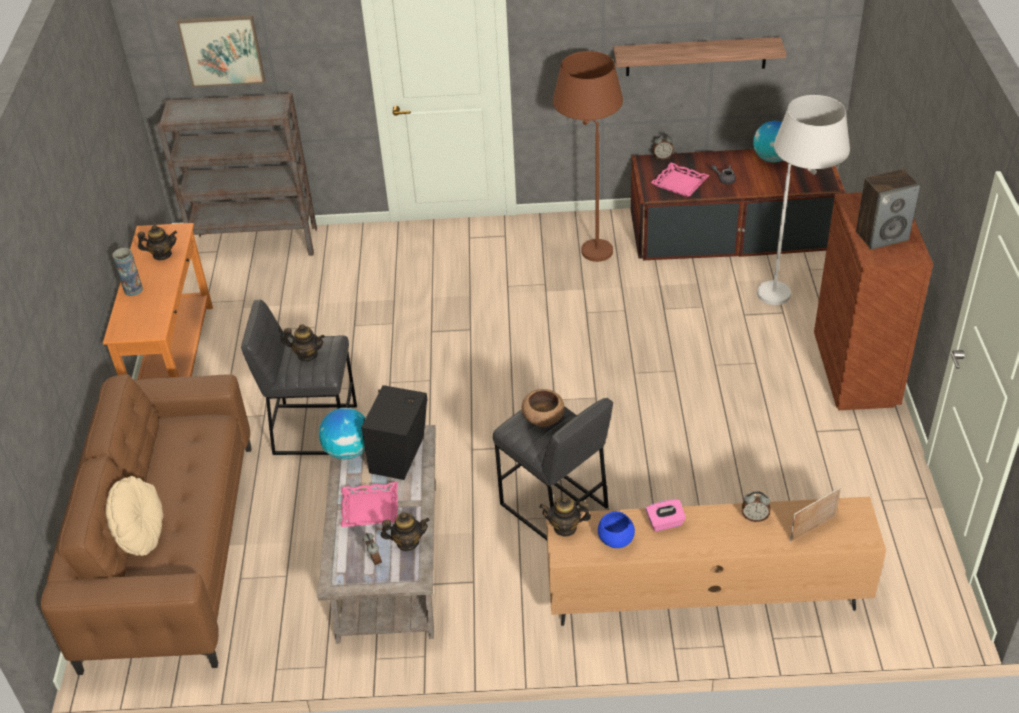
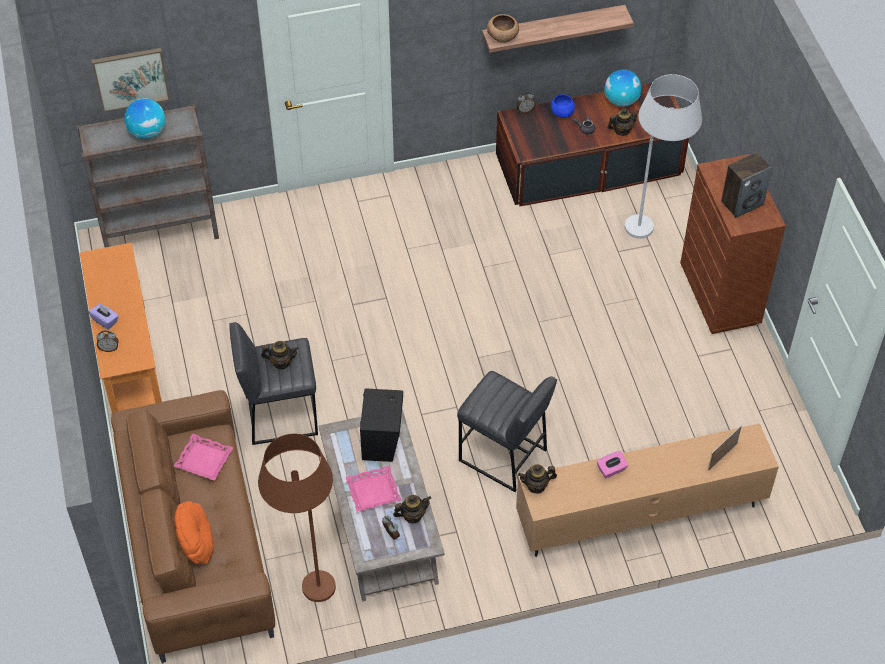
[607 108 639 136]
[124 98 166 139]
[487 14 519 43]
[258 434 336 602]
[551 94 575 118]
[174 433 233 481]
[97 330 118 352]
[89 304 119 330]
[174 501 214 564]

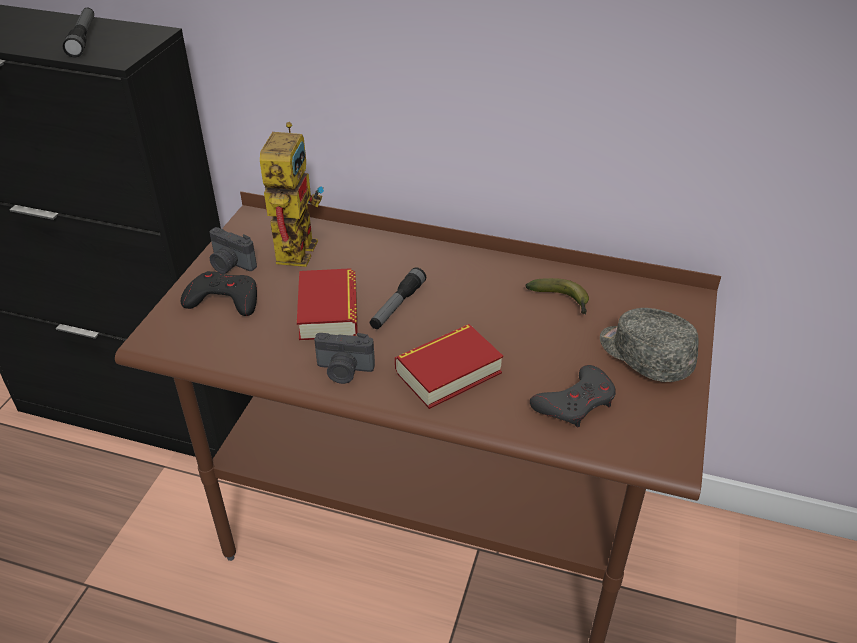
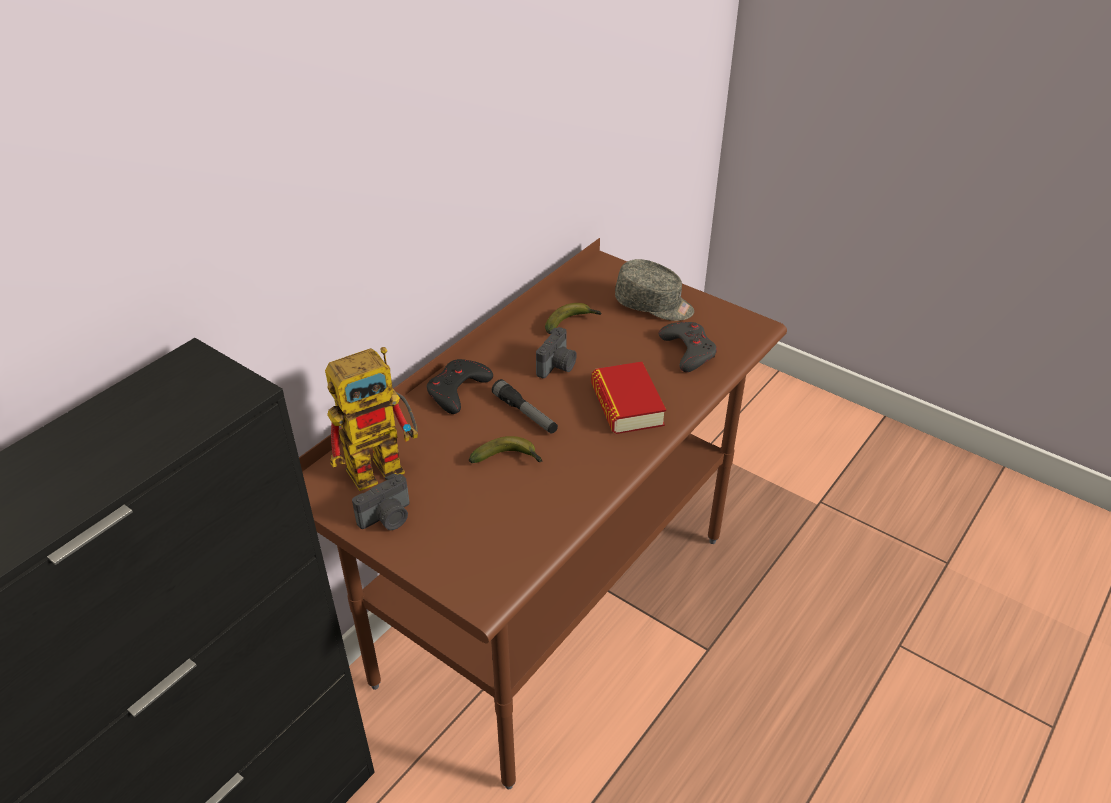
[63 8 94 58] (first image)
[427 359 493 414]
[536 327 577 378]
[469 436 543 463]
[325 347 418 491]
[615 259 694 321]

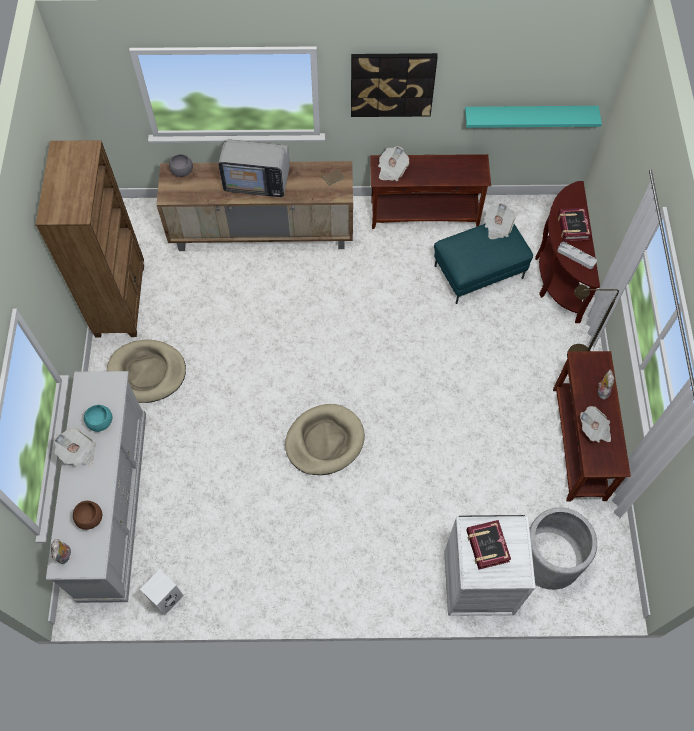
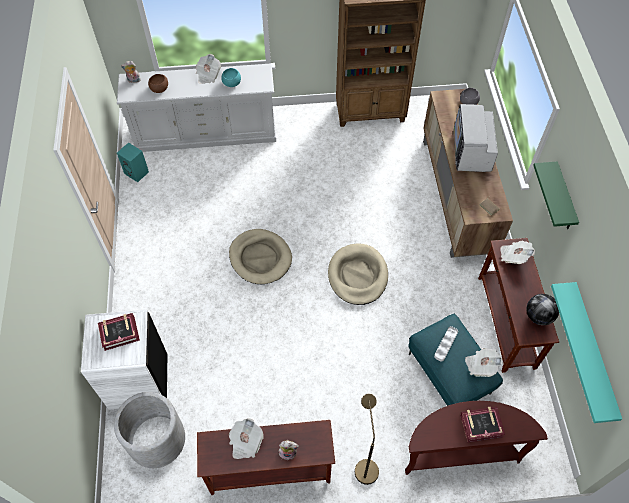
[526 294 559 325]
[328 243 388 305]
[434 326 458 362]
[533 161 579 229]
[117 142 149 182]

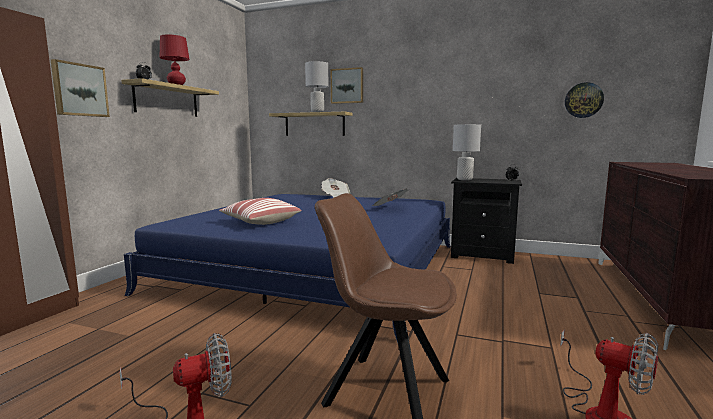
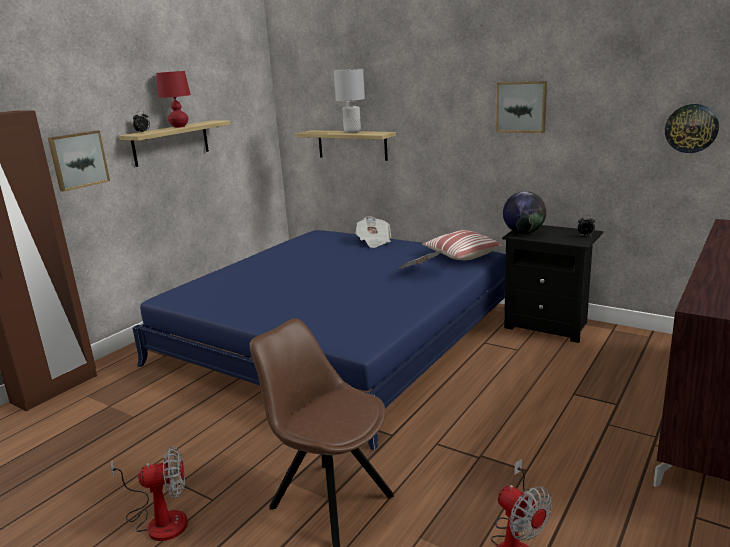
[422 230 502 260]
[496 81 547 133]
[503 191 547 234]

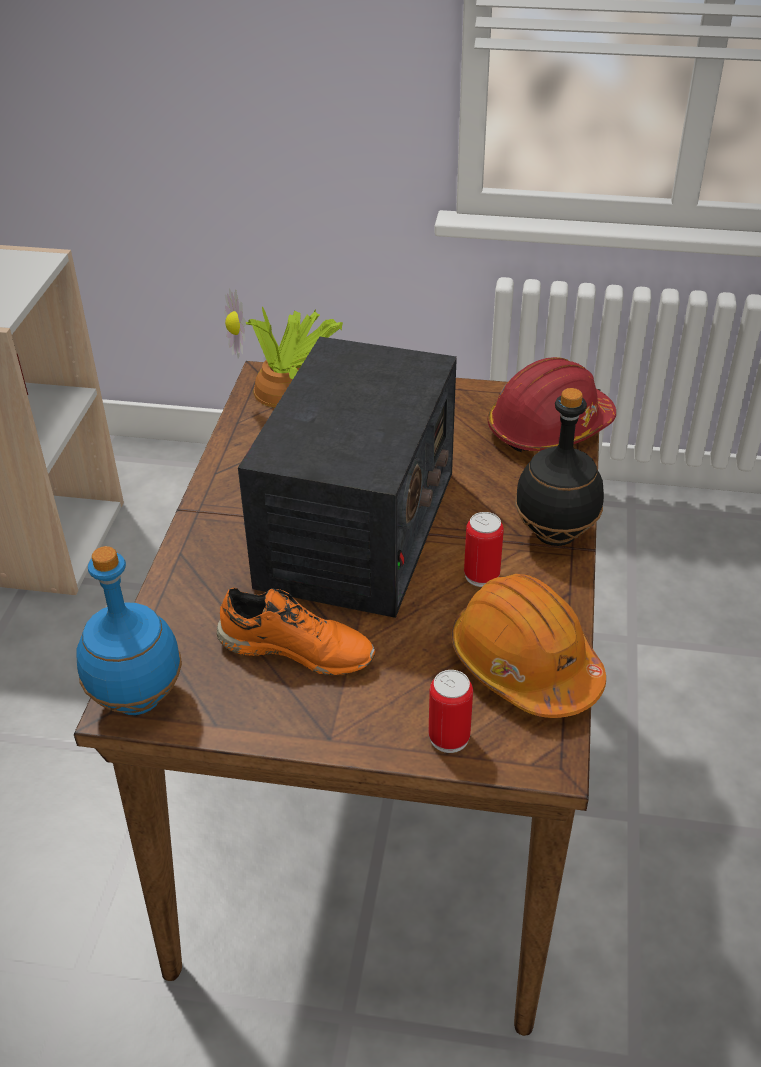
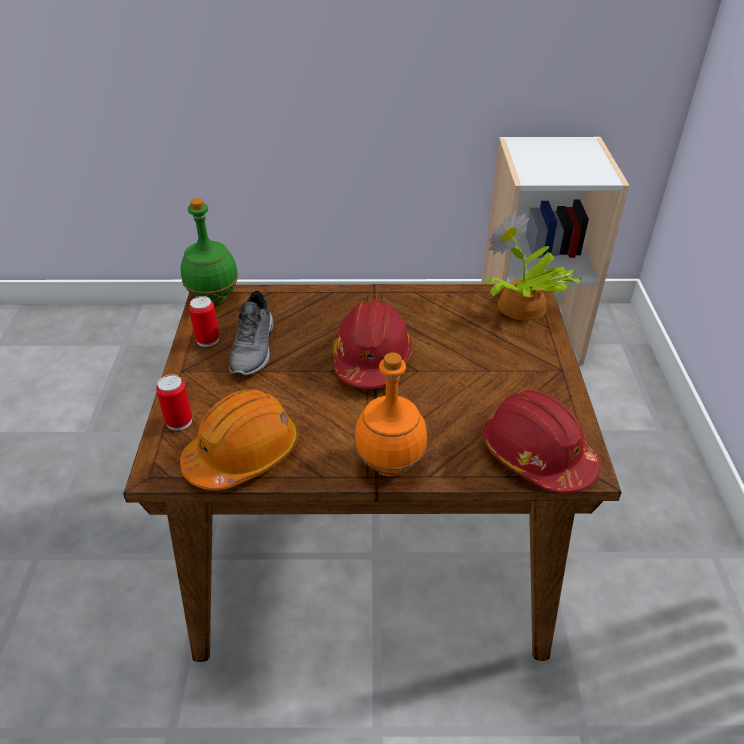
[189 296 219 347]
[332 300 412 389]
[181 198 238 305]
[228 290 274 376]
[354 353 427 476]

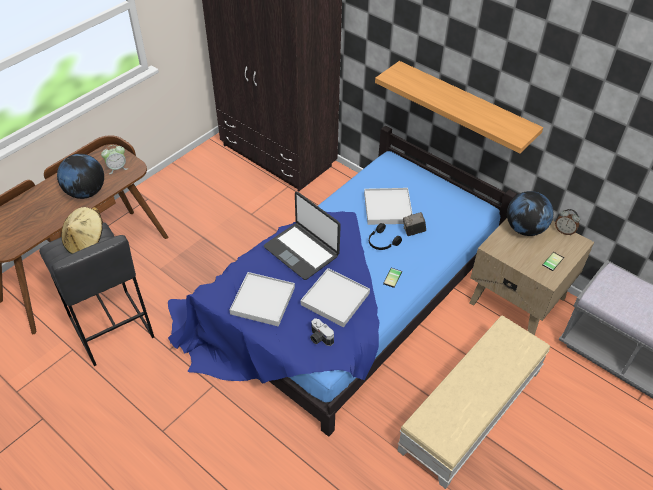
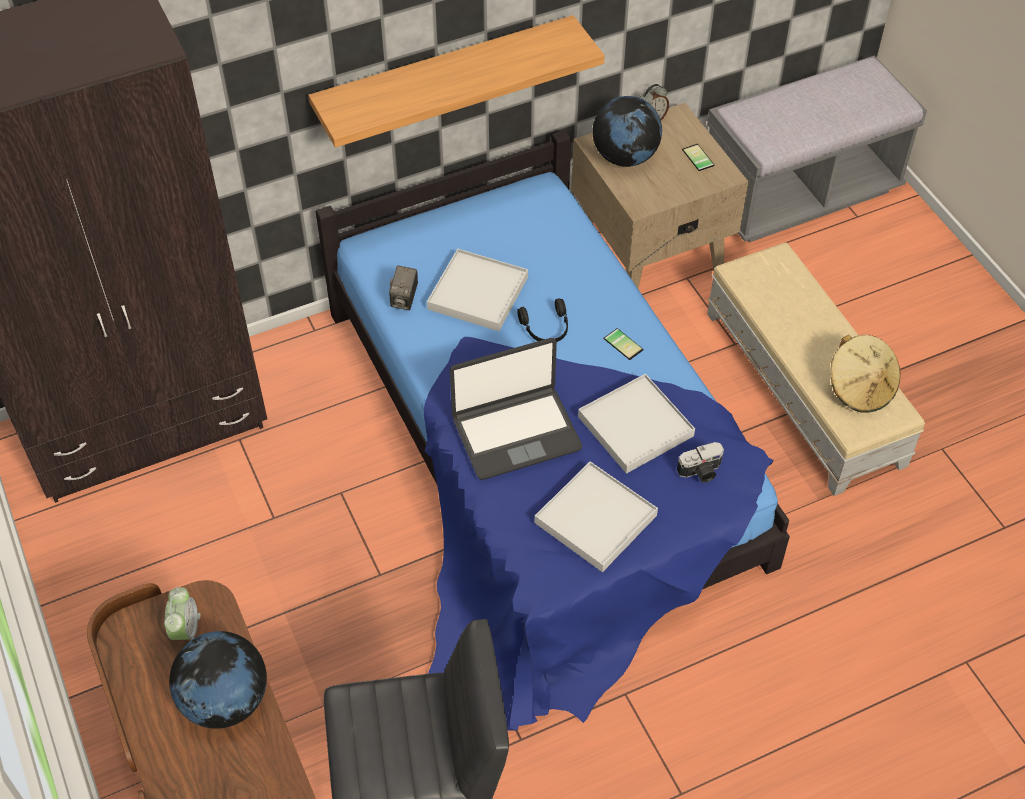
[831 335 900 413]
[389 265 418 310]

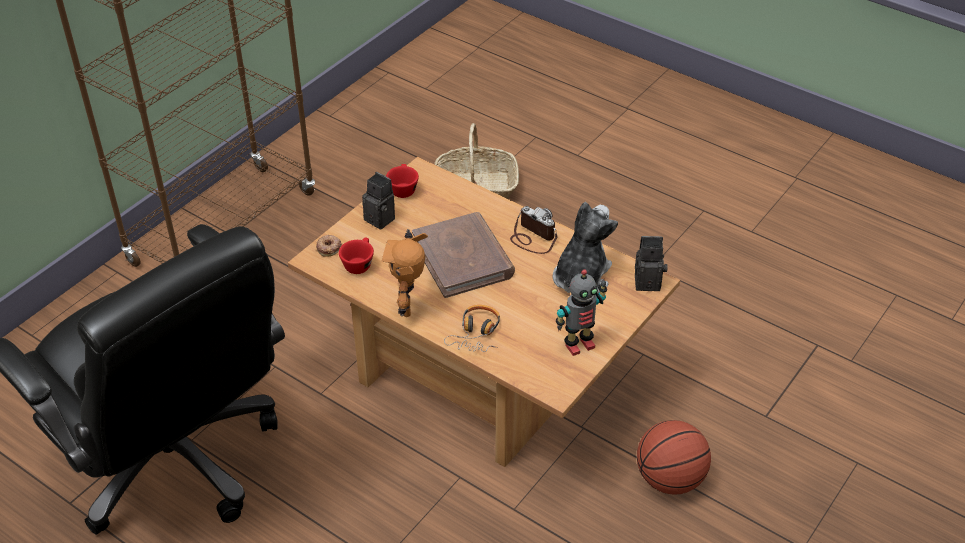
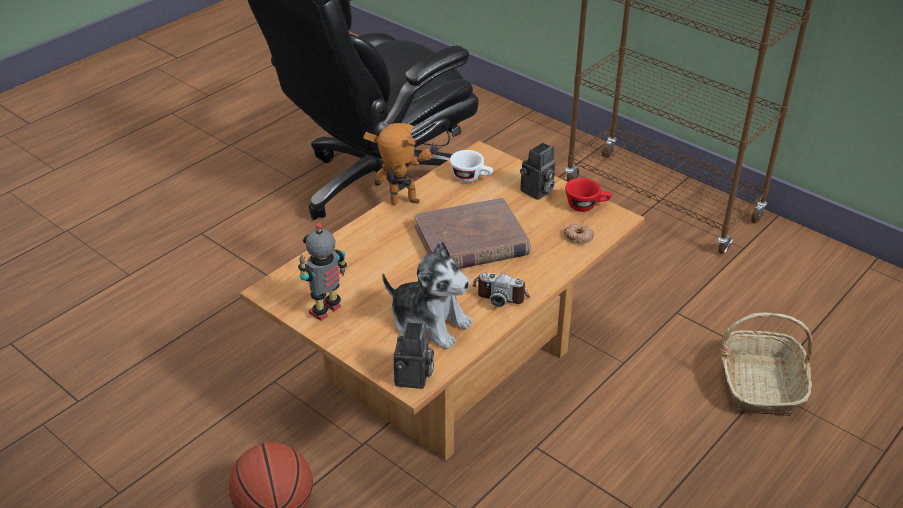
[444 305 500 352] (first image)
[564 224 594 244]
[450 150 493 182]
[472 272 530 307]
[298 223 347 321]

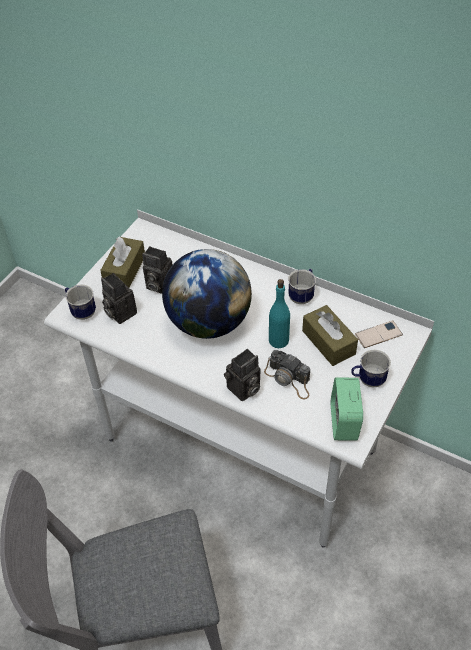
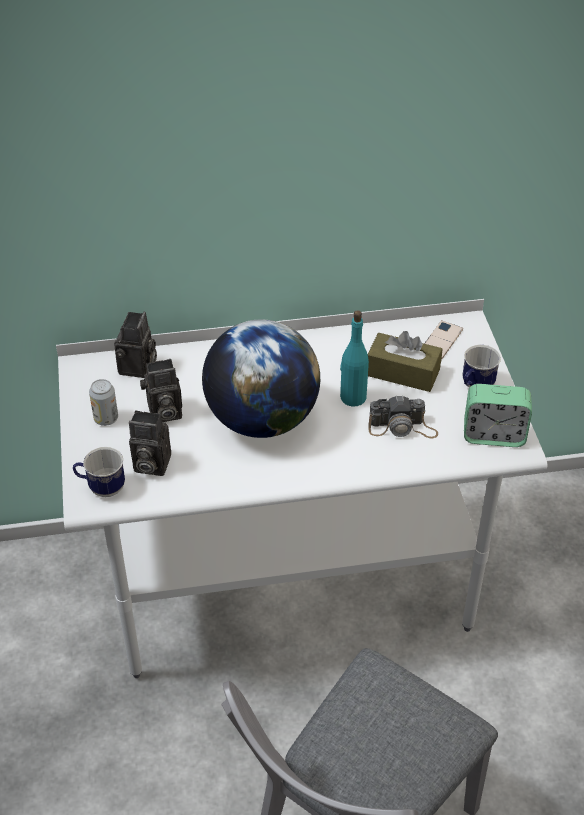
[288 269 316 304] (first image)
[114 312 157 378]
[89 379 118 426]
[464 384 532 447]

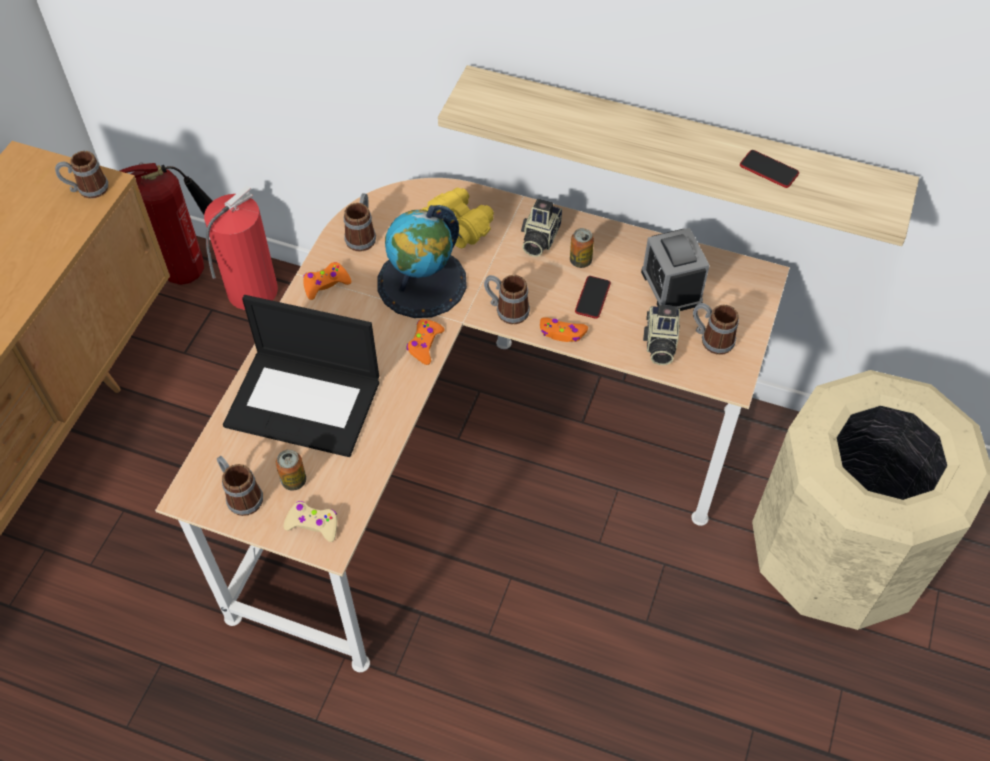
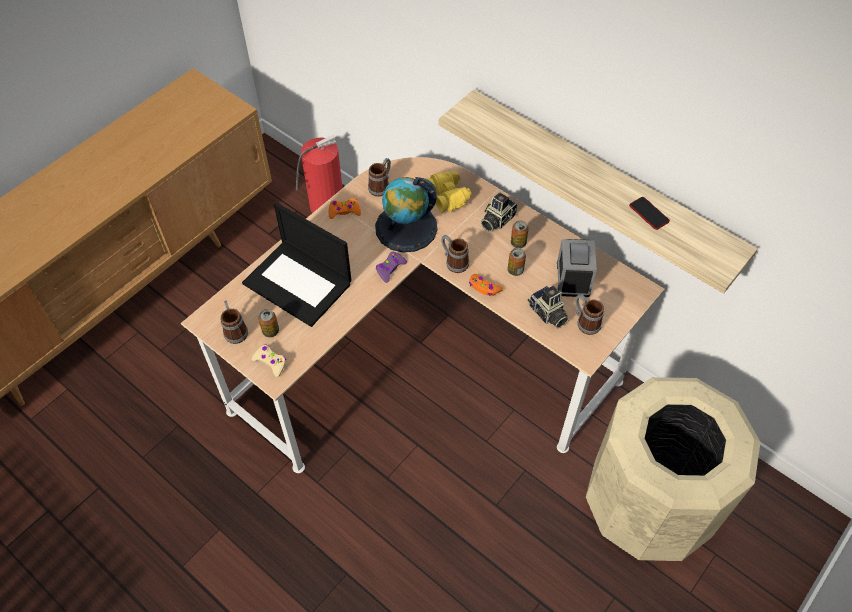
[55 151 109 199] (first image)
[120 162 213 285] (first image)
[508 248 526 276]
[376 252 407 283]
[528 286 569 328]

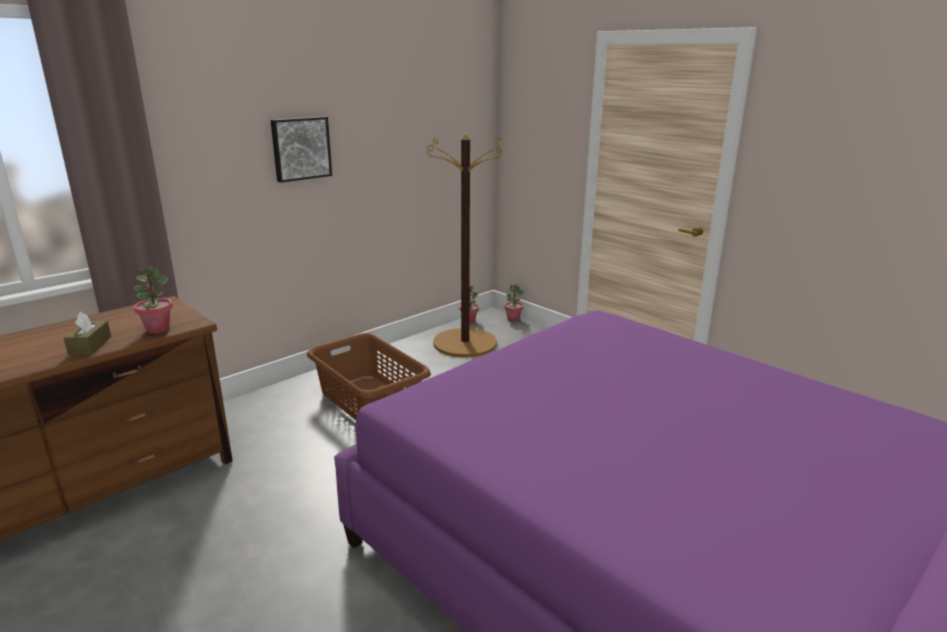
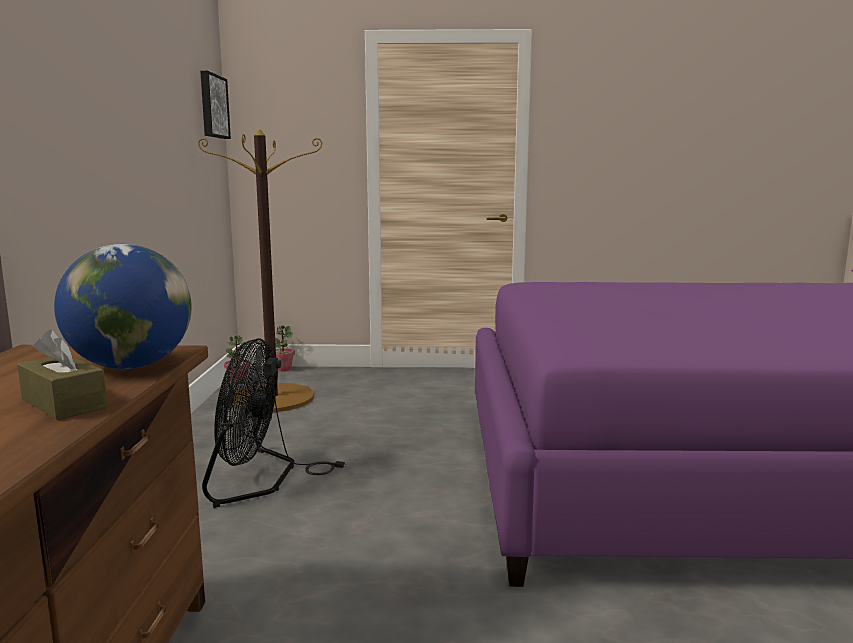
[200 71 231 139]
[54 244 192 369]
[202 338 346 508]

